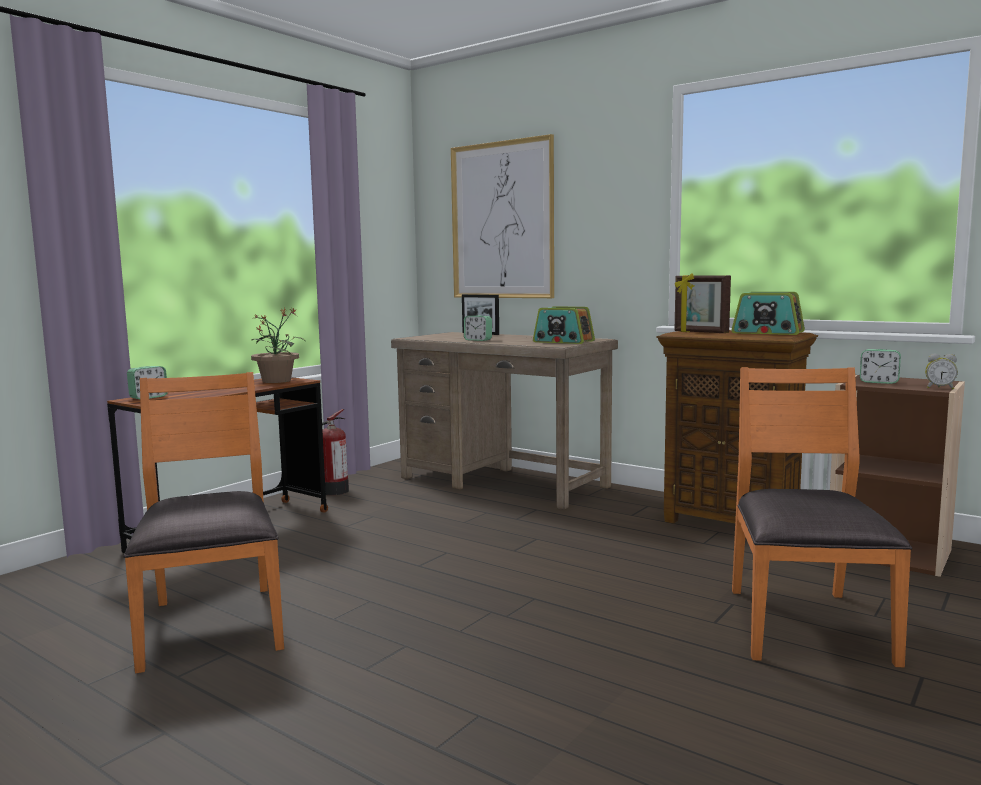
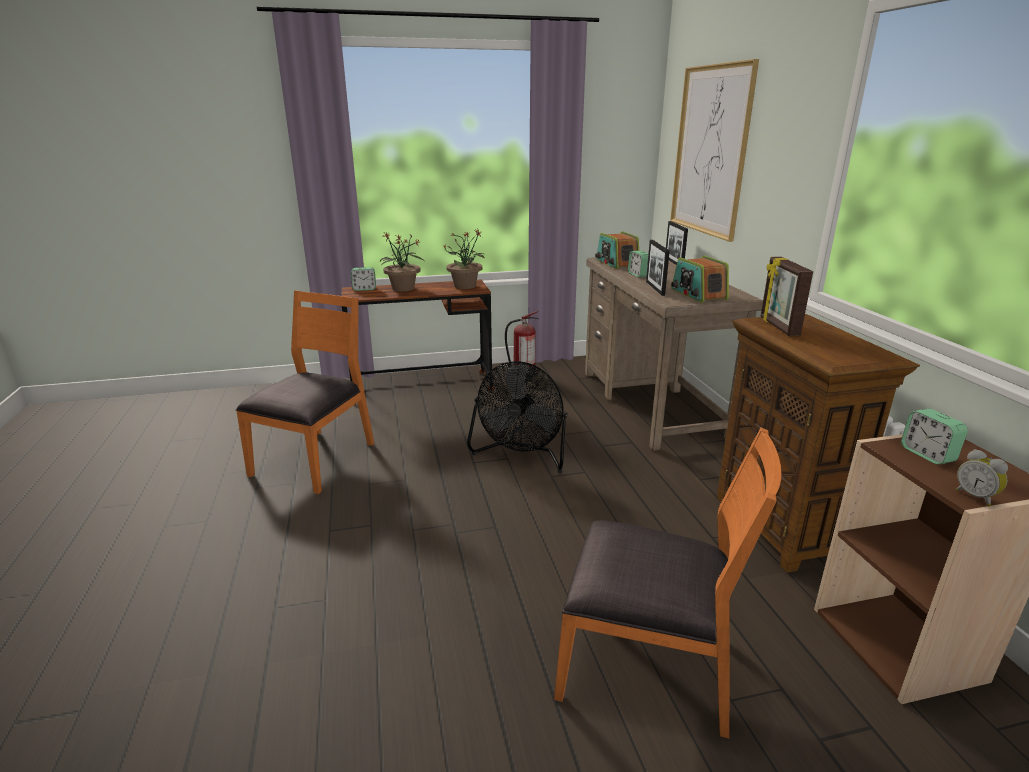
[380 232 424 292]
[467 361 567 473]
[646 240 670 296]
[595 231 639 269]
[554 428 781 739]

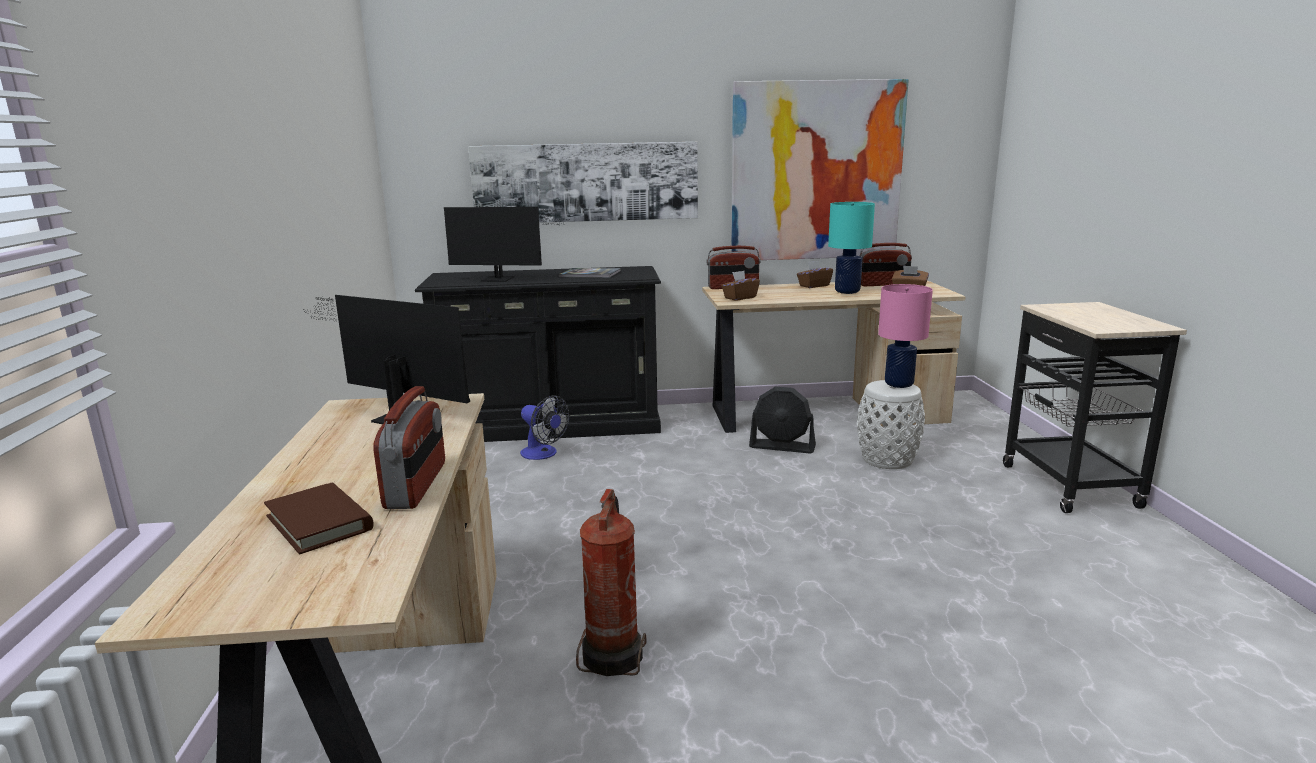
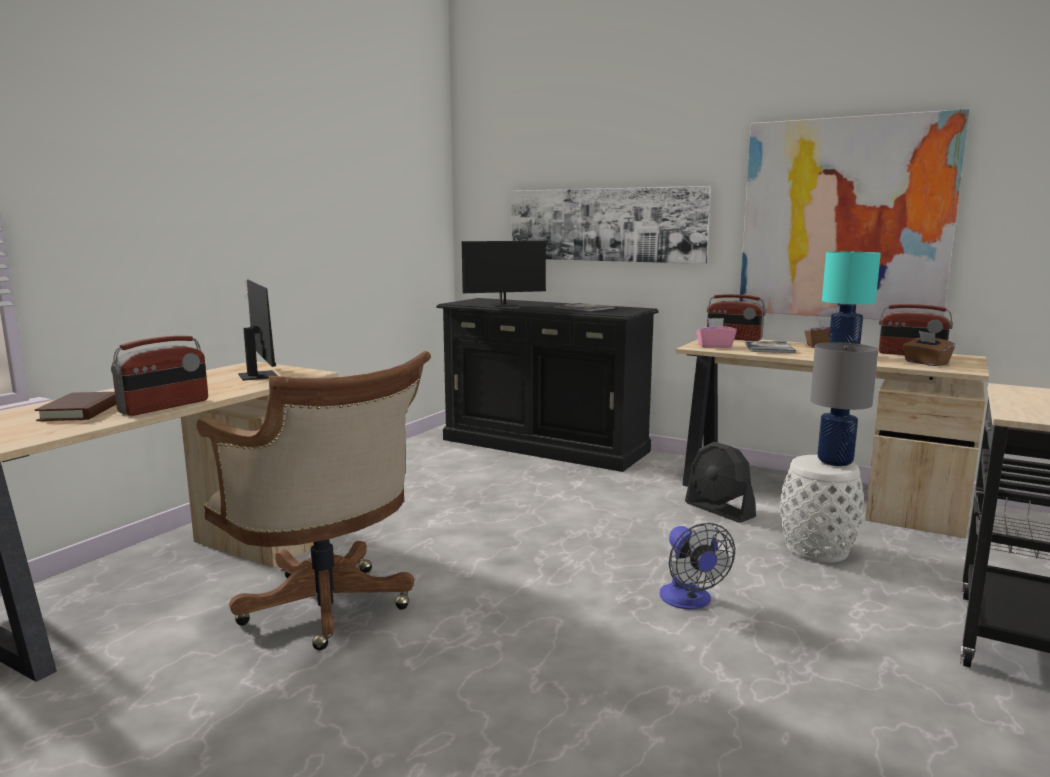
[744 341 796 353]
[660 523 735 610]
[197 351 431 650]
[696 318 737 348]
[810 342 878 466]
[462 241 566 307]

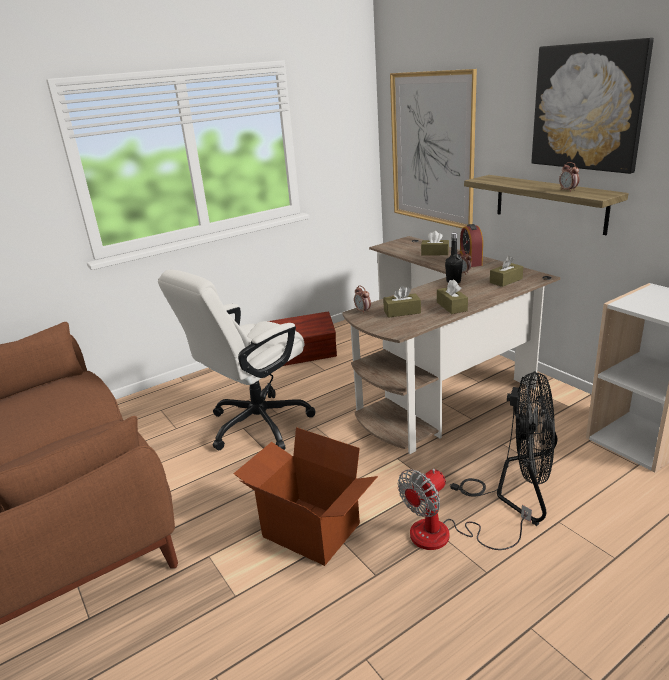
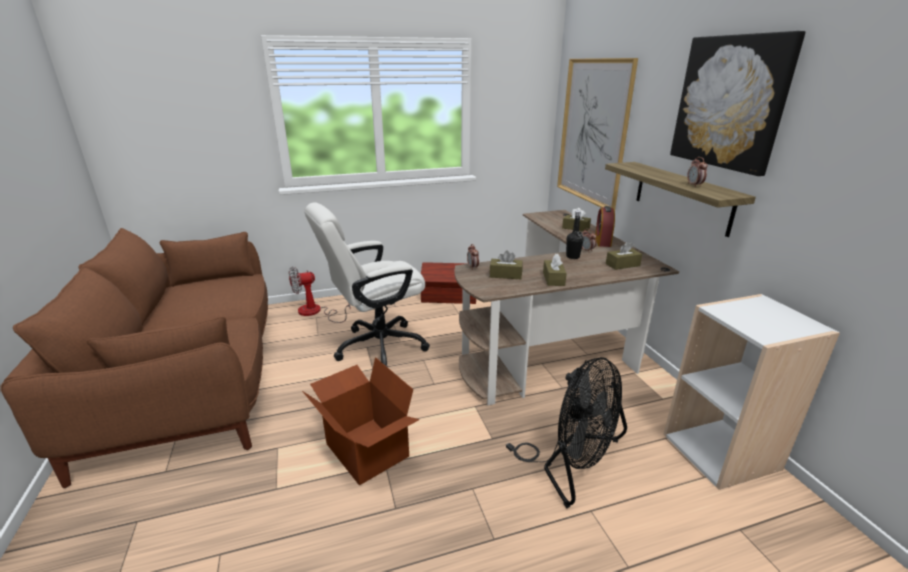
[289 267 351 323]

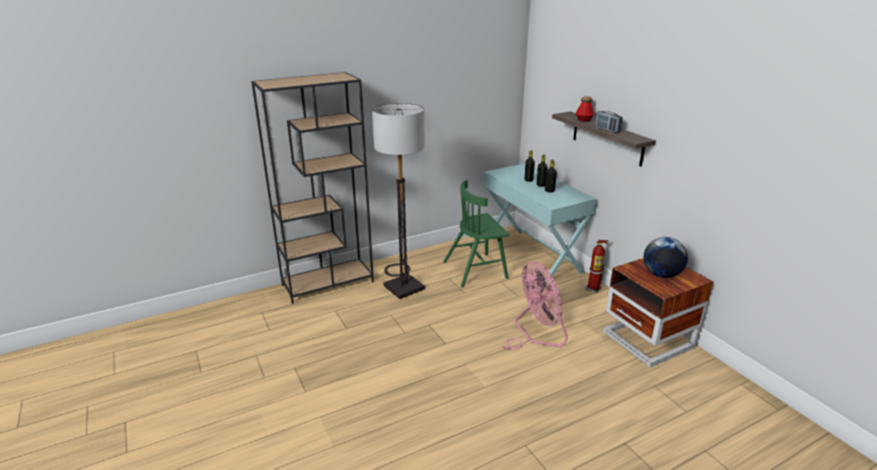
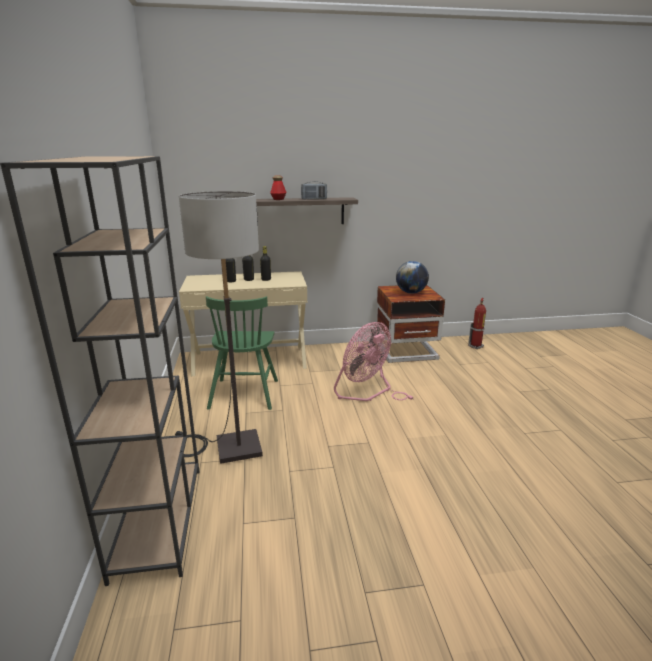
[468 298 486 349]
[179 271 307 376]
[334 322 413 401]

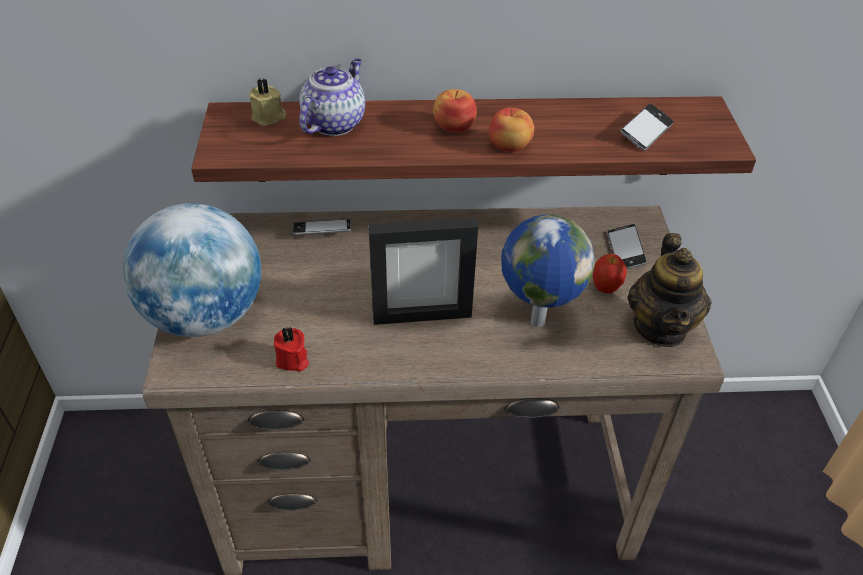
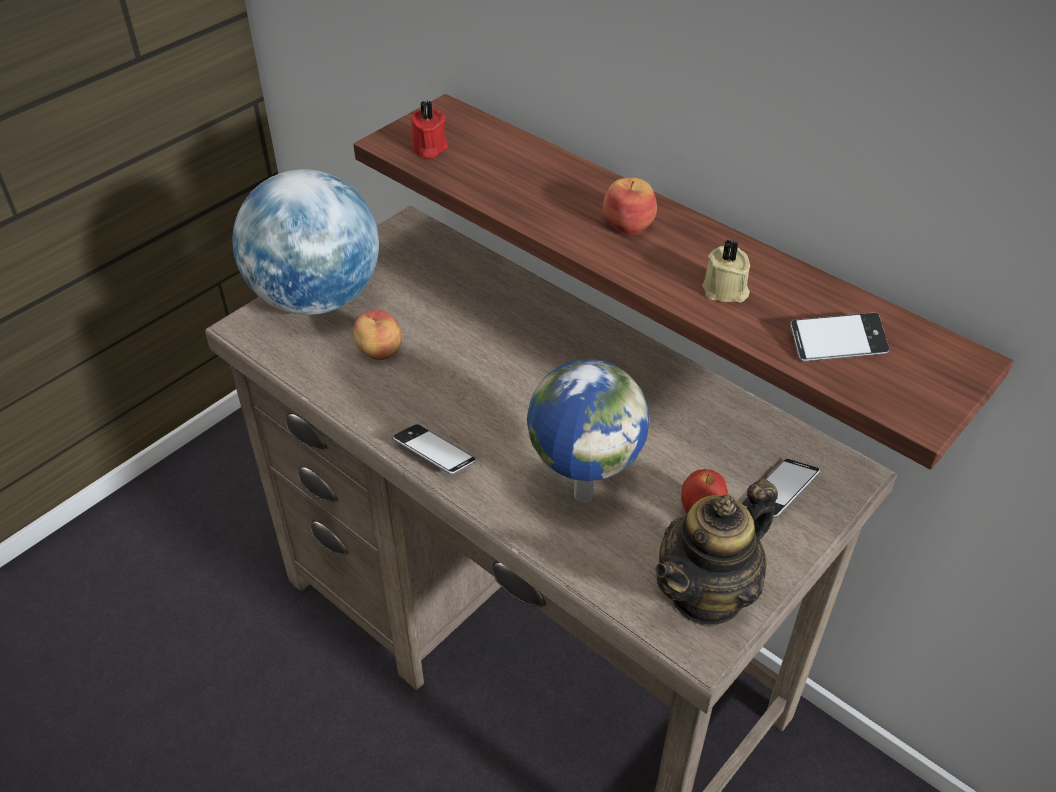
[299 58 365 136] (first image)
[368 218 478 325] (first image)
[702 239 750 303]
[411 101 448 159]
[392 424 476 475]
[353 310 402 360]

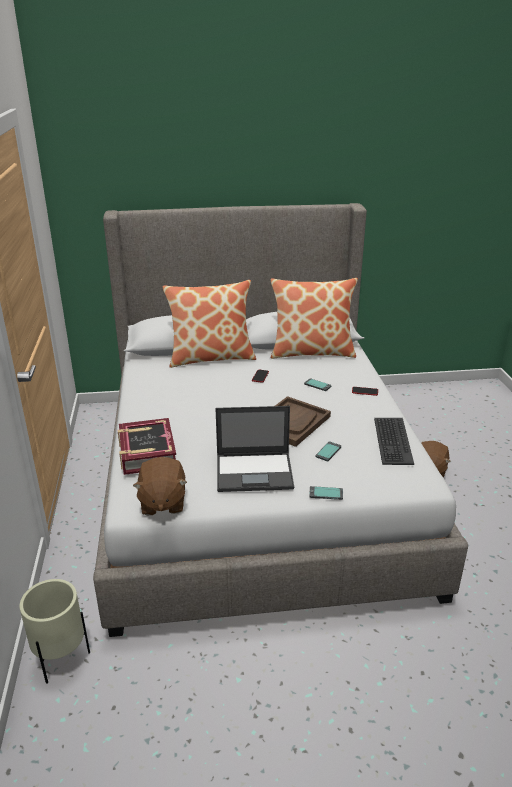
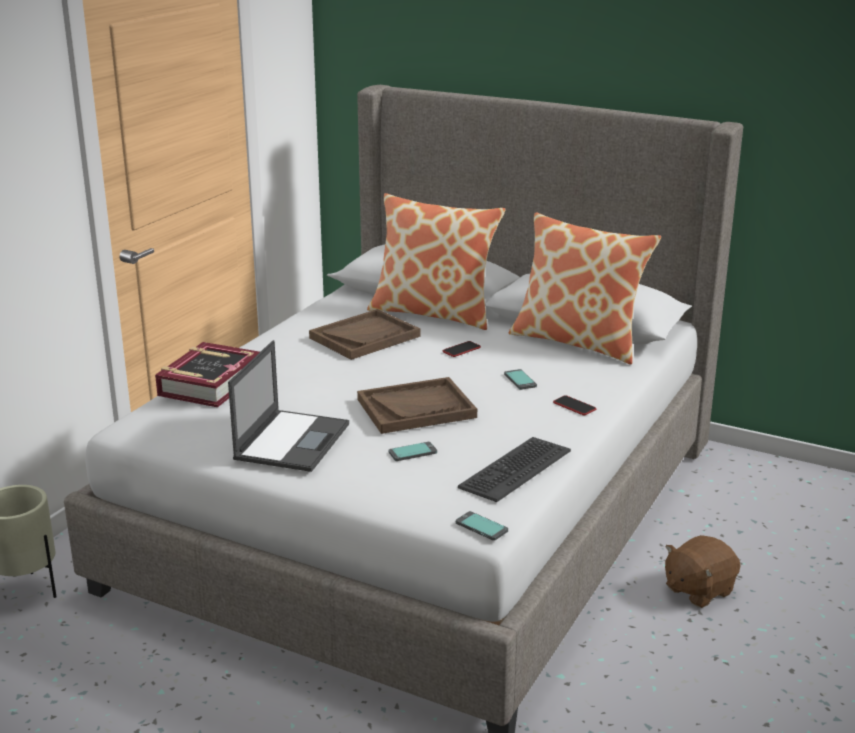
[133 457 187 516] (first image)
[309 309 420 360]
[456 511 508 541]
[228 340 349 472]

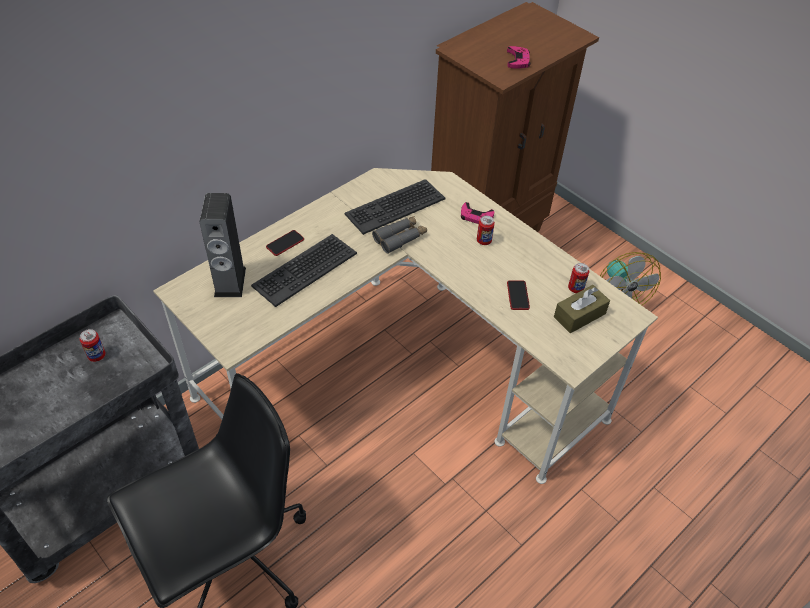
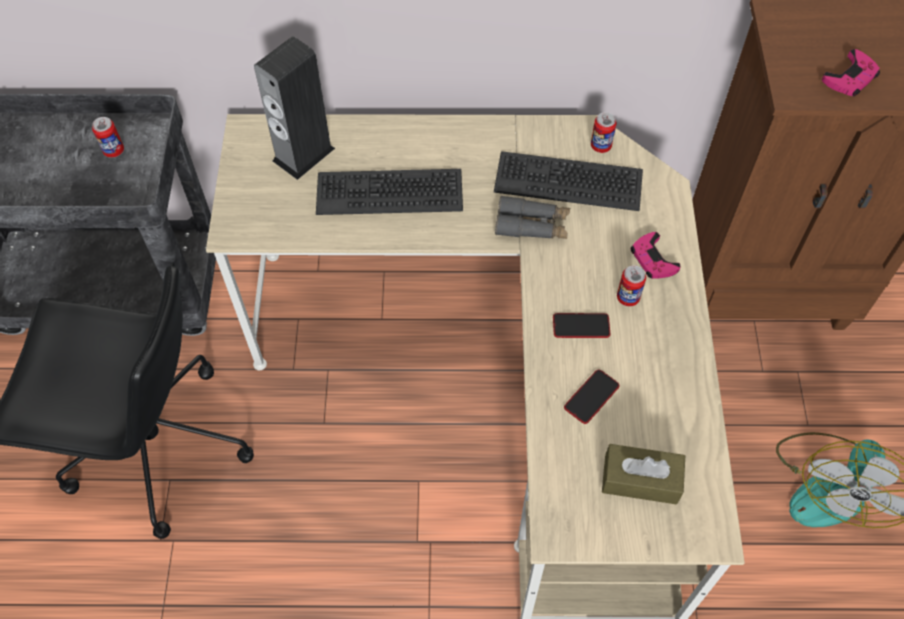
[553 313 610 338]
[591 112 617 153]

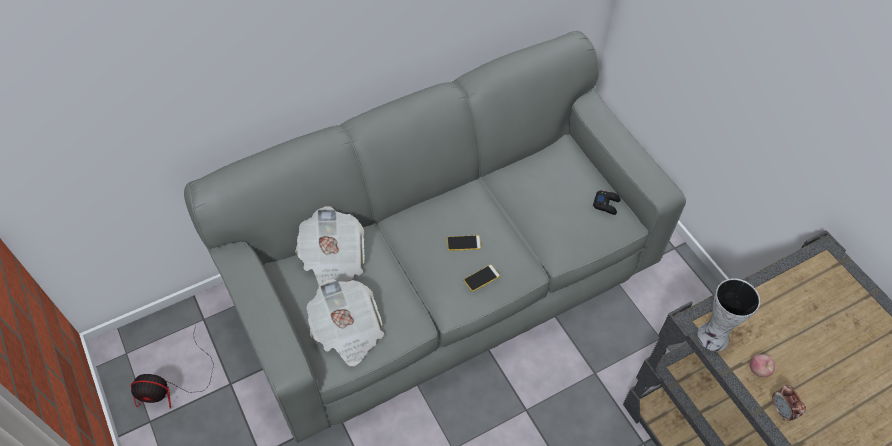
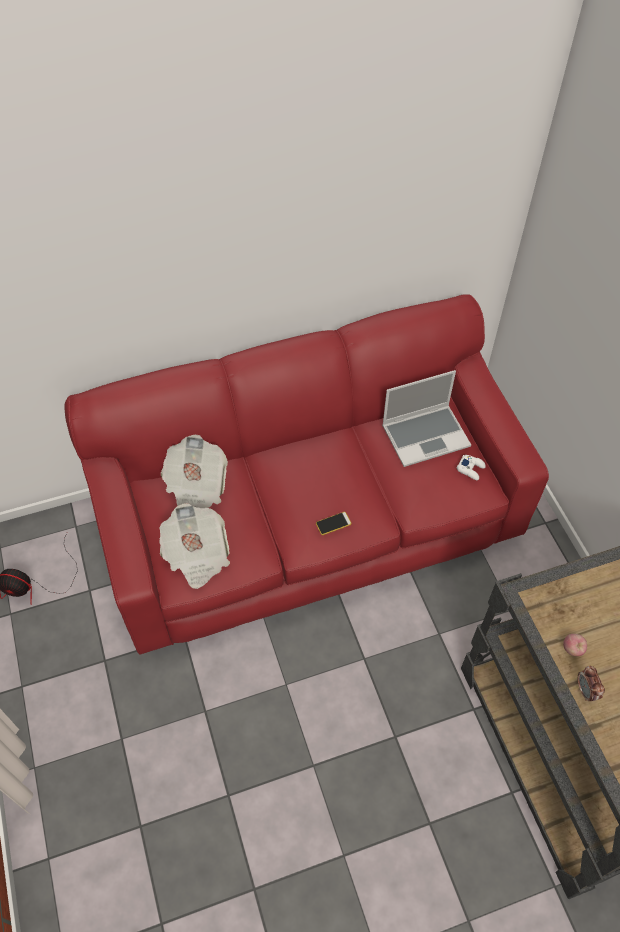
[447 235 481 251] (first image)
[697 278 760 351] (first image)
[382 370 471 467]
[64 294 549 655]
[457 455 486 480]

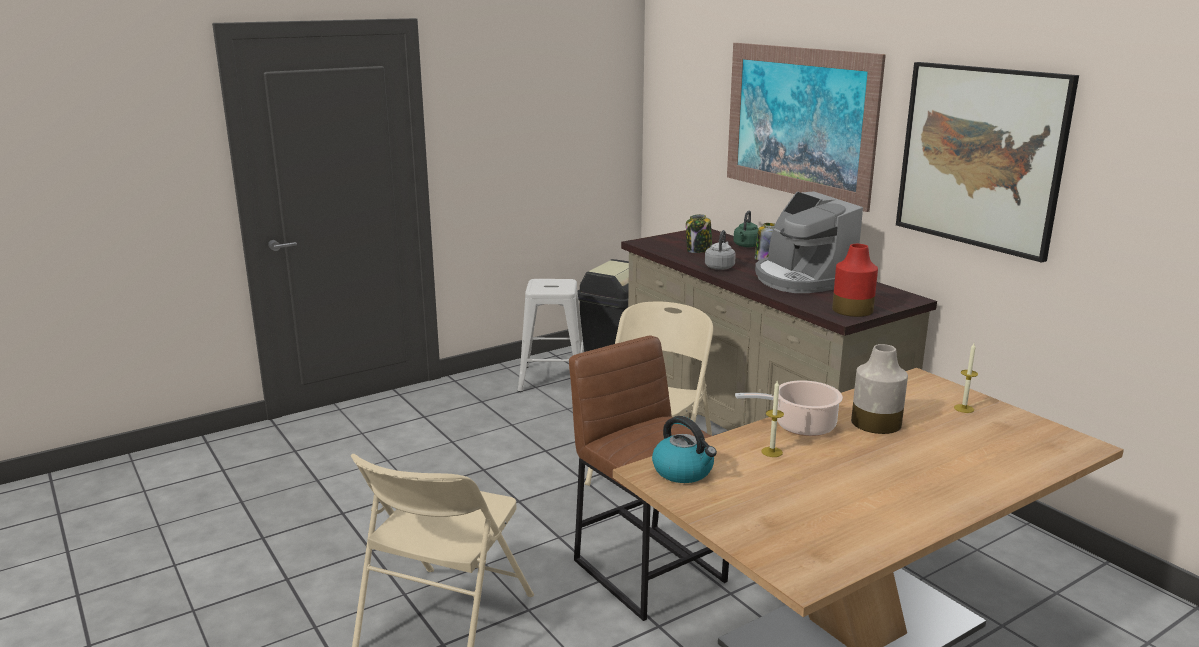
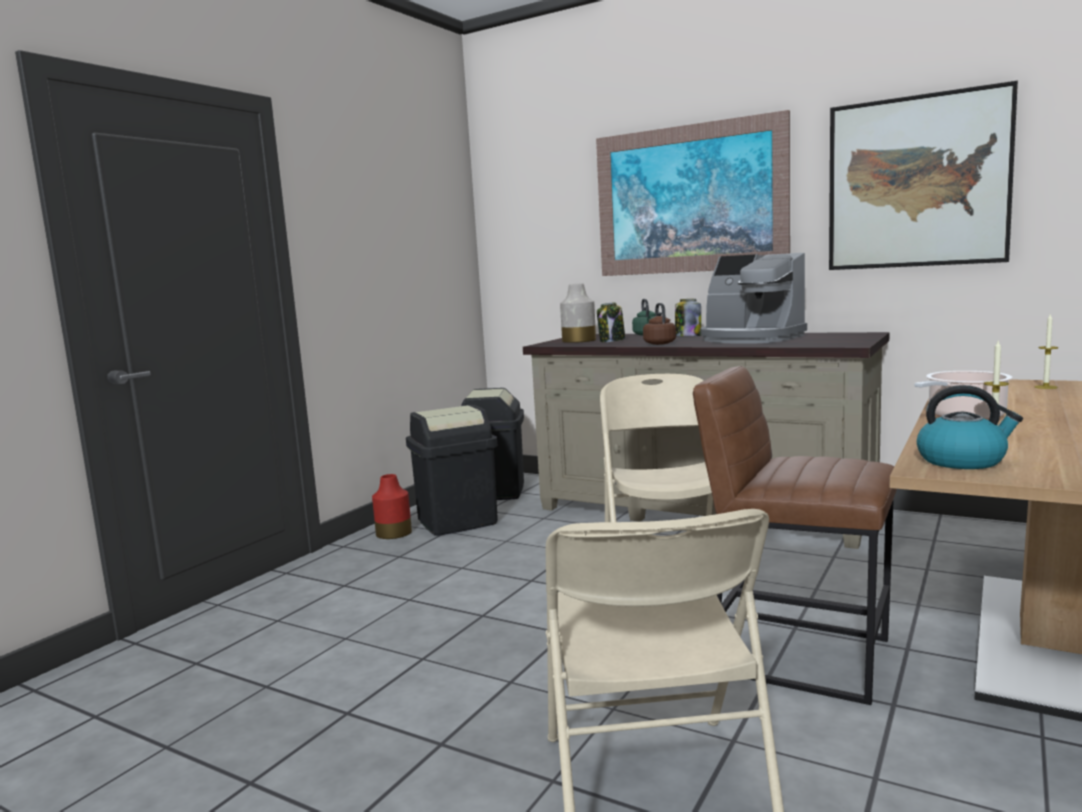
[372 474 412 539]
[560 283 596 343]
[406 405 498 536]
[643 303 676 345]

